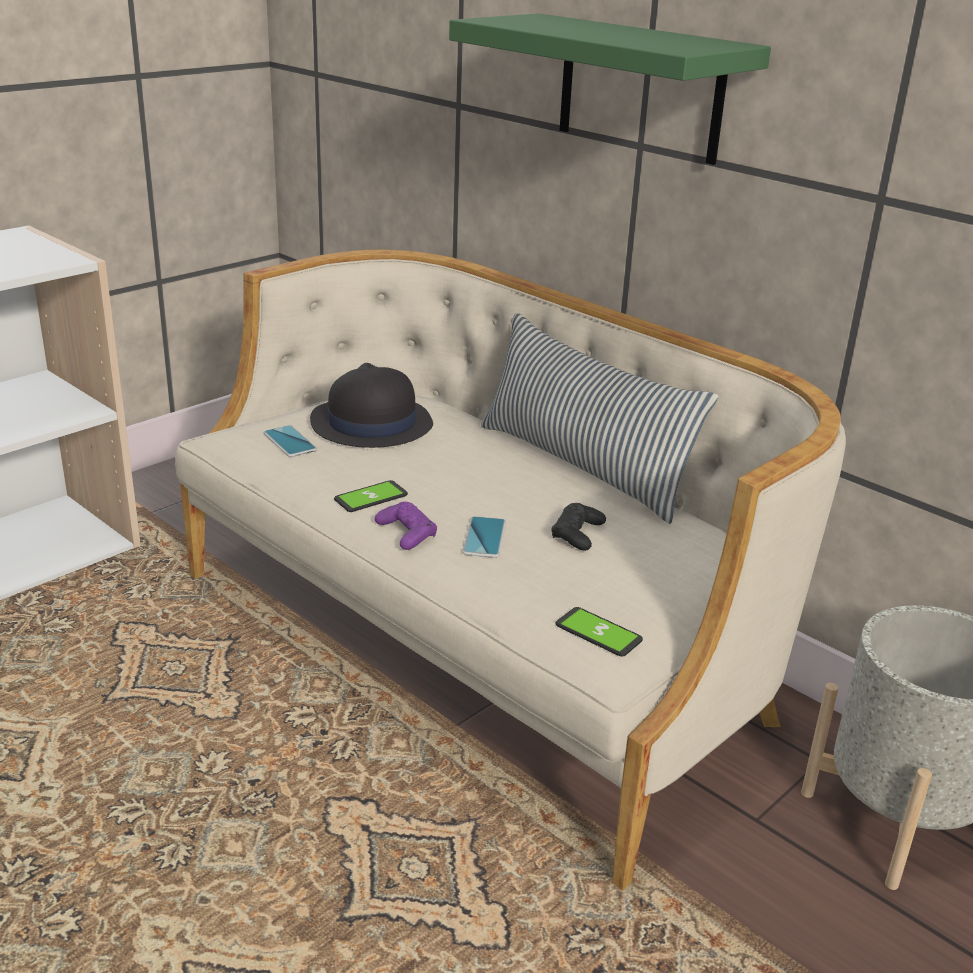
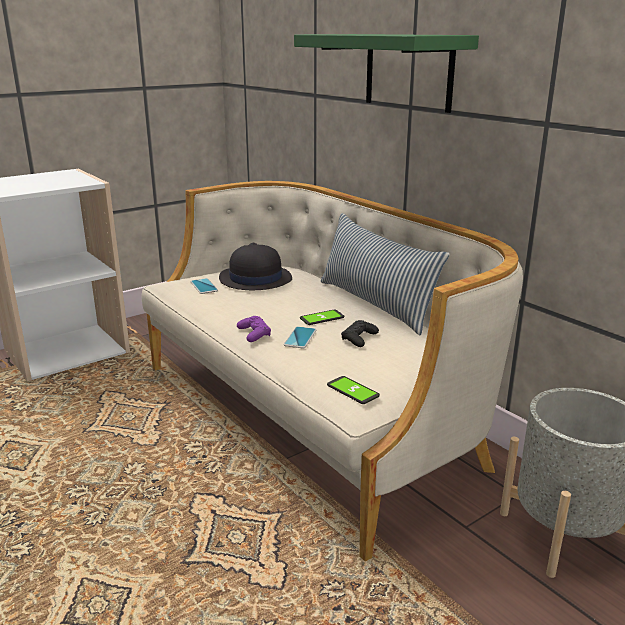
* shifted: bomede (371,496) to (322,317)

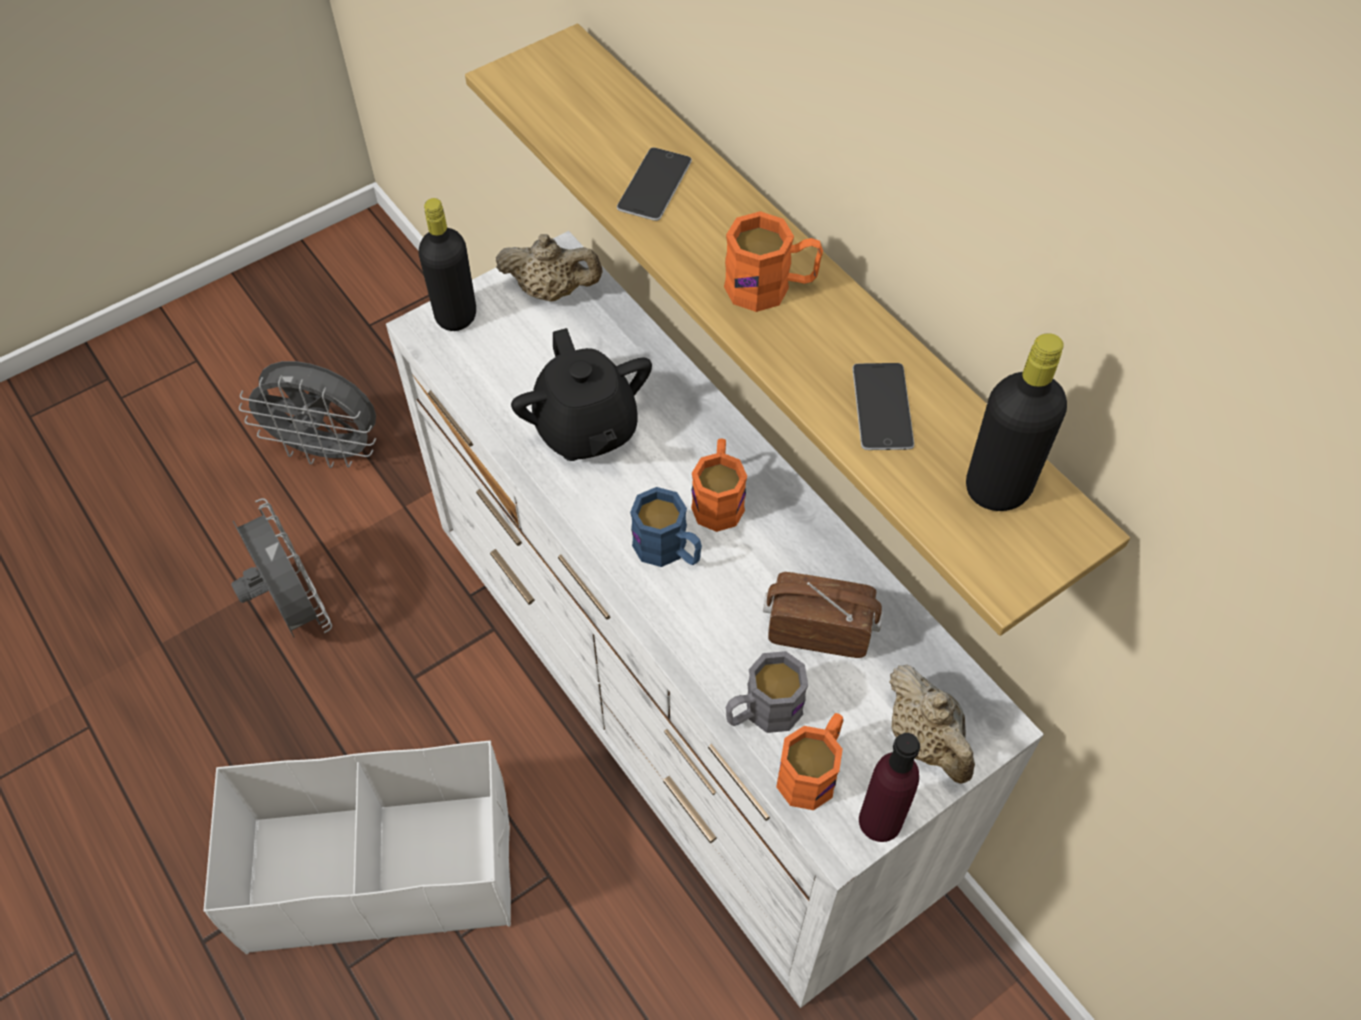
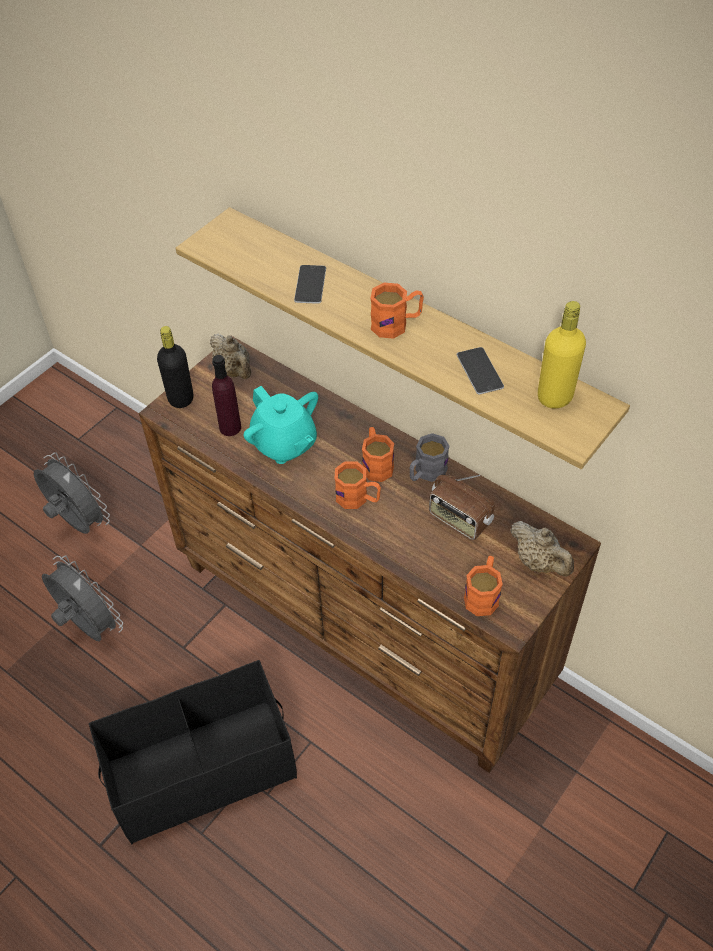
* repainted: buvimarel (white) (357,848) to buvimarel (black) (193,752)
* rotated: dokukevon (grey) (307,414) = (71,493) 135 degrees counterclockwise
* repainted: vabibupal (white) (715,619) to vabibupal (brown) (370,554)
* rotated: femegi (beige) (549,268) = (230,356) 60 degrees clockwise
* repainted: femegi (black) (581,394) to femegi (turquoise) (280,425)
* repainted: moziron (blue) (666,527) to moziron (orange) (358,485)
* shifted: moziron (grey) (766,692) to (429,457)
* rotated: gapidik (823,615) = (462,507) 135 degrees counterclockwise
* shifted: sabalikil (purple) (889,787) to (226,395)
* repainted: sabalikil (black) (1016,422) to sabalikil (yellow) (562,354)

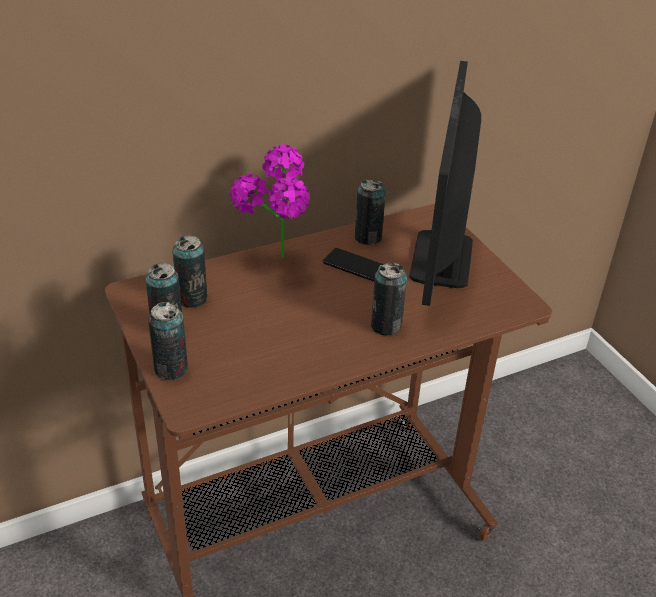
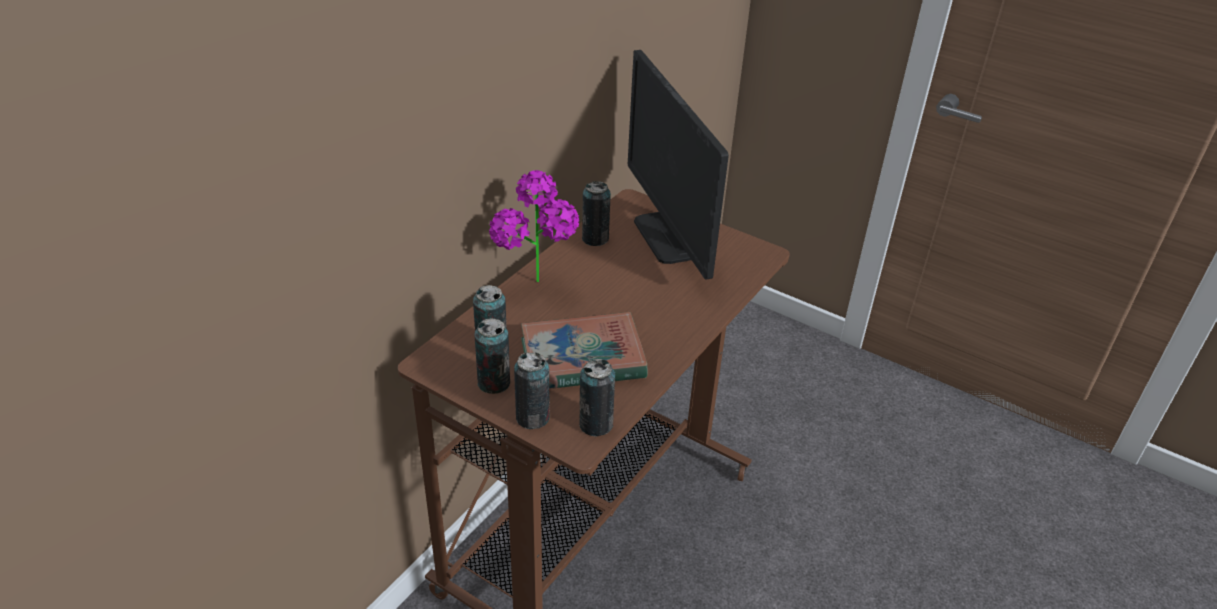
* gone: bomede (352,265)
* shifted: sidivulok (389,299) to (597,398)
* new: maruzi (584,350)

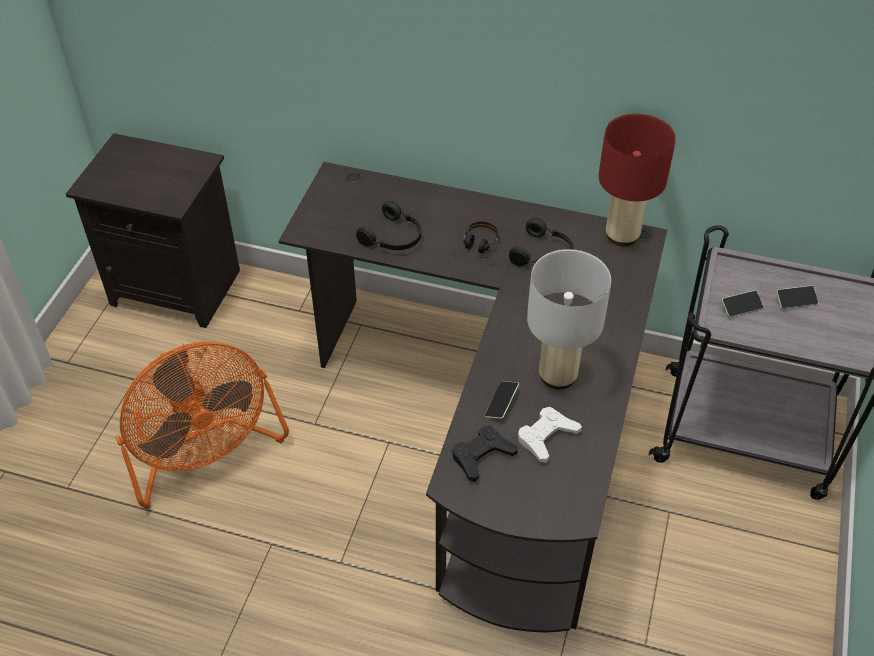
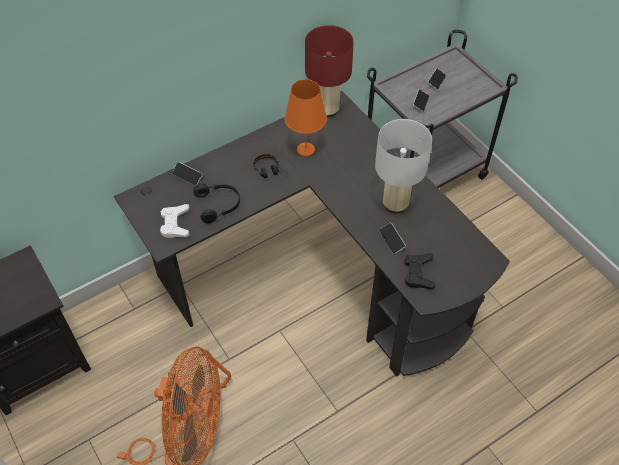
* swapped: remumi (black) (541,242) to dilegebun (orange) (306,118)
* shifted: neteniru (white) (550,435) to (175,221)
* new: bomede (187,174)

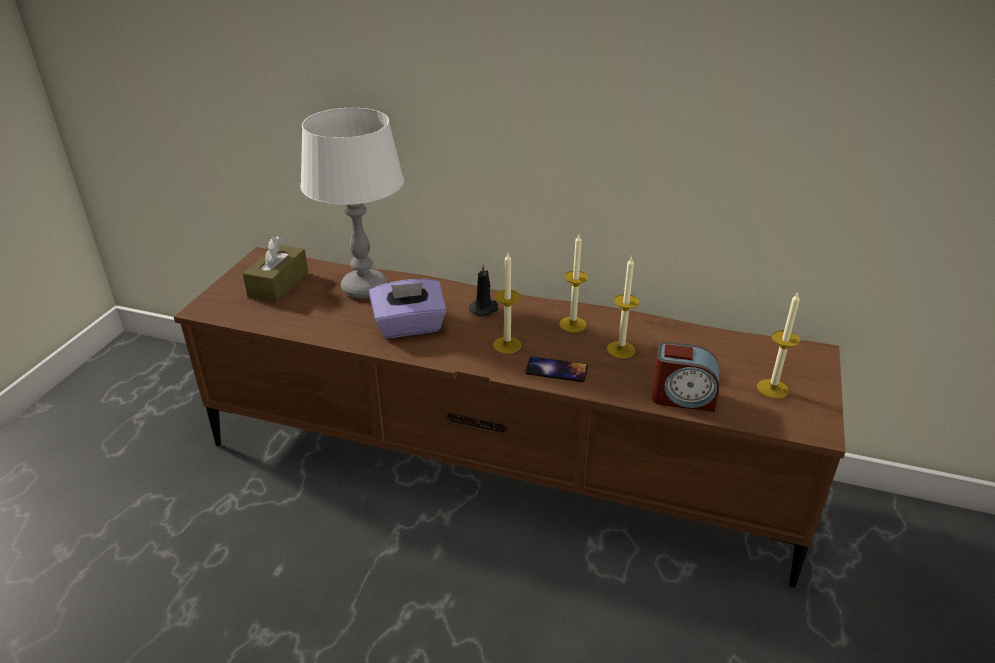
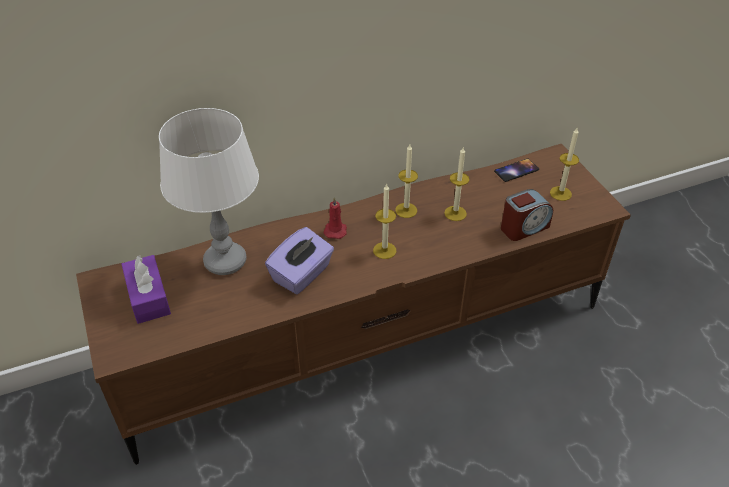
* repainted: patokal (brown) (275,269) to patokal (purple) (146,289)
* repainted: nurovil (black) (483,290) to nurovil (red) (335,218)
* shifted: bomede (556,369) to (516,170)

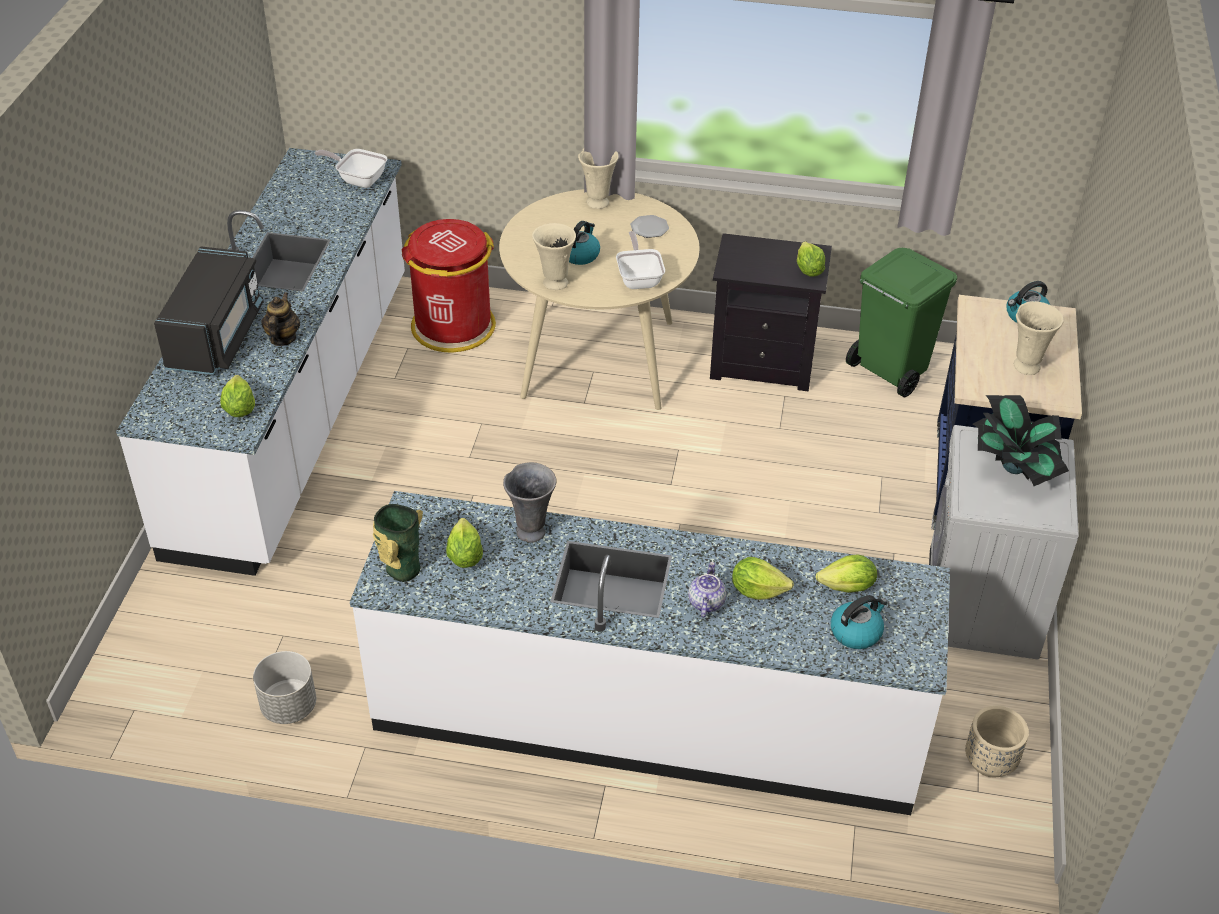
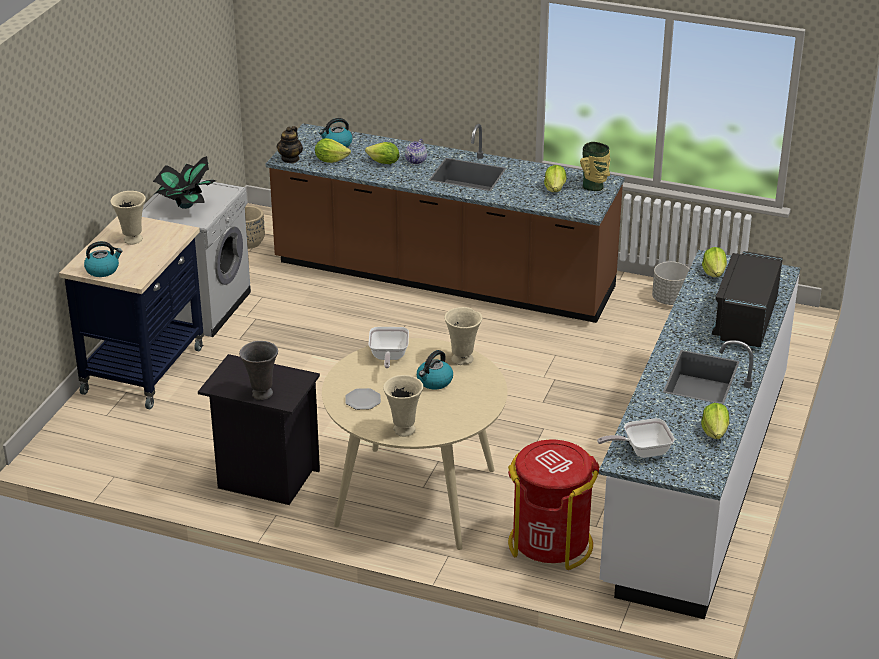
* shifted: femegi (281,319) to (290,144)
* rotated: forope (351,168) = (636,438) 135 degrees clockwise
* repainted: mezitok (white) (650,653) to mezitok (brown) (445,223)
* shifted: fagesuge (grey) (529,502) to (258,370)
* shifted: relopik (811,259) to (715,421)
* gone: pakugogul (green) (901,322)

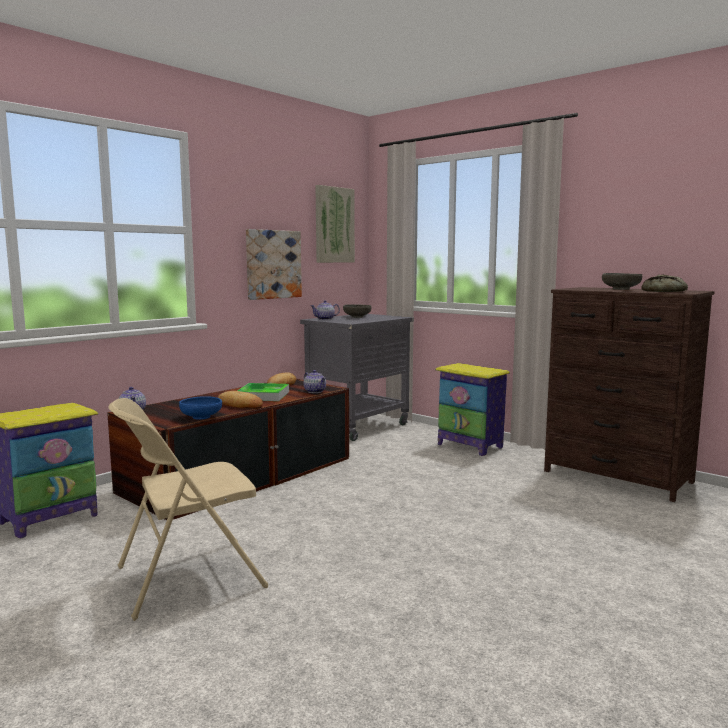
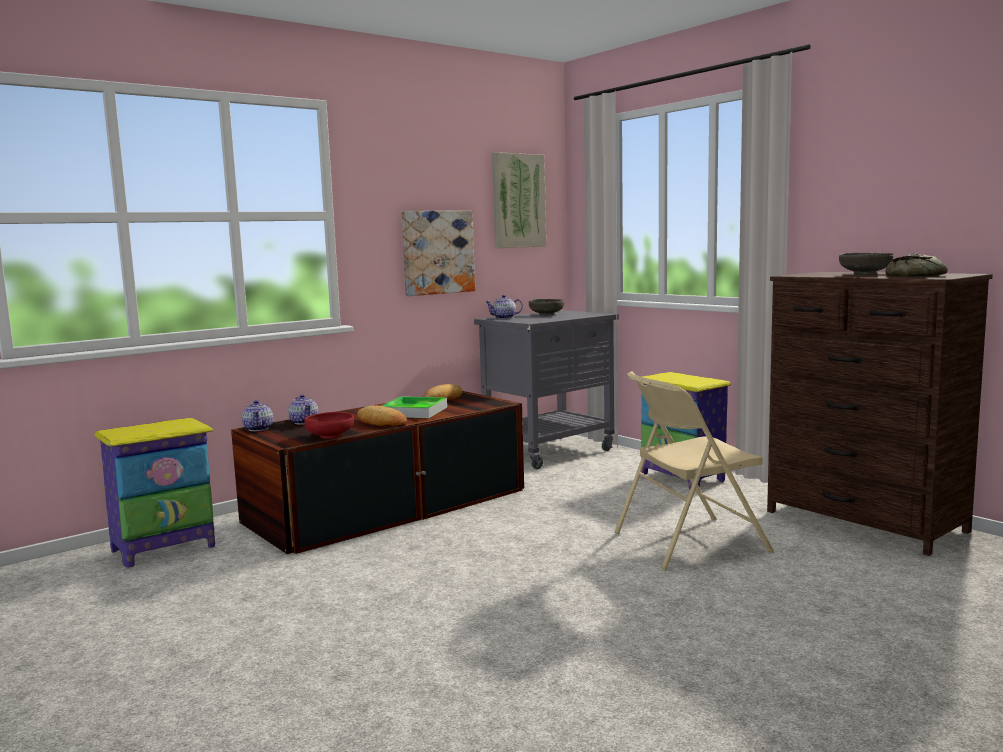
* shifted: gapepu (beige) (188,509) to (694,471)
* repainted: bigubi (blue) (200,408) to bigubi (red) (329,425)
* shifted: femegi (315,381) to (303,409)

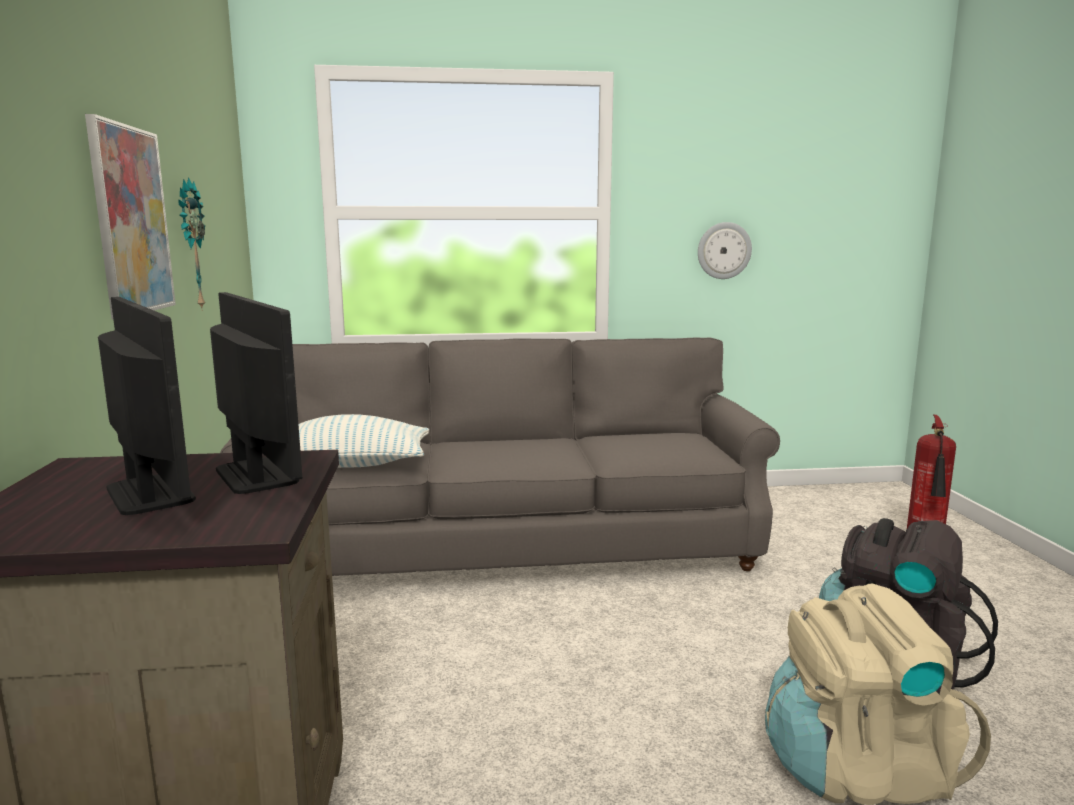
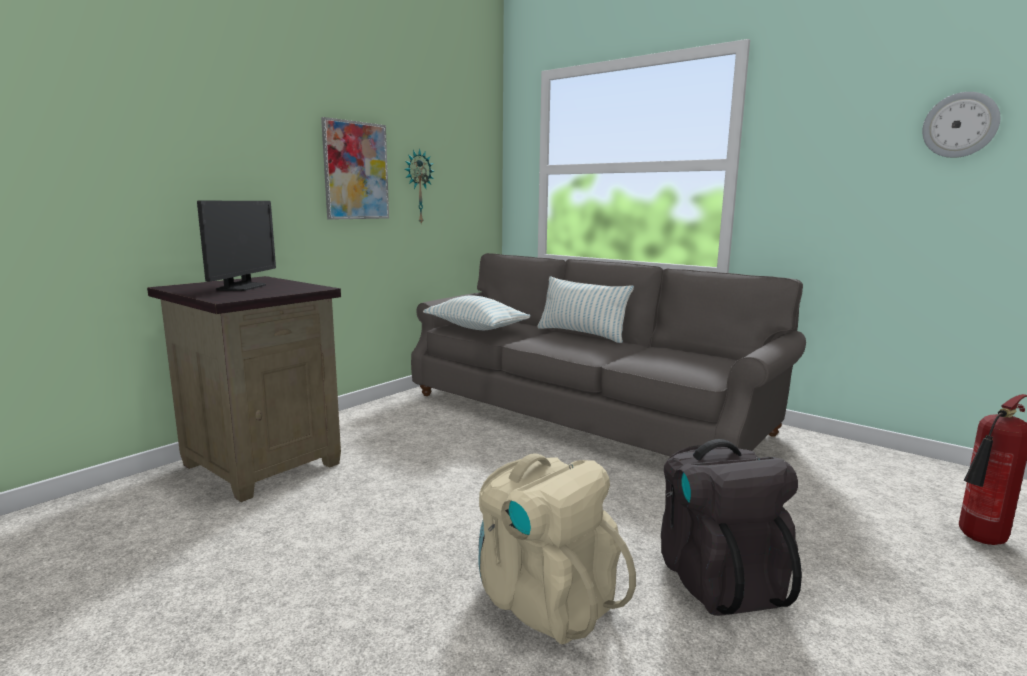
* gone: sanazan (256,393)
* shifted: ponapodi (725,250) to (961,125)
* new: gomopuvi (586,309)

